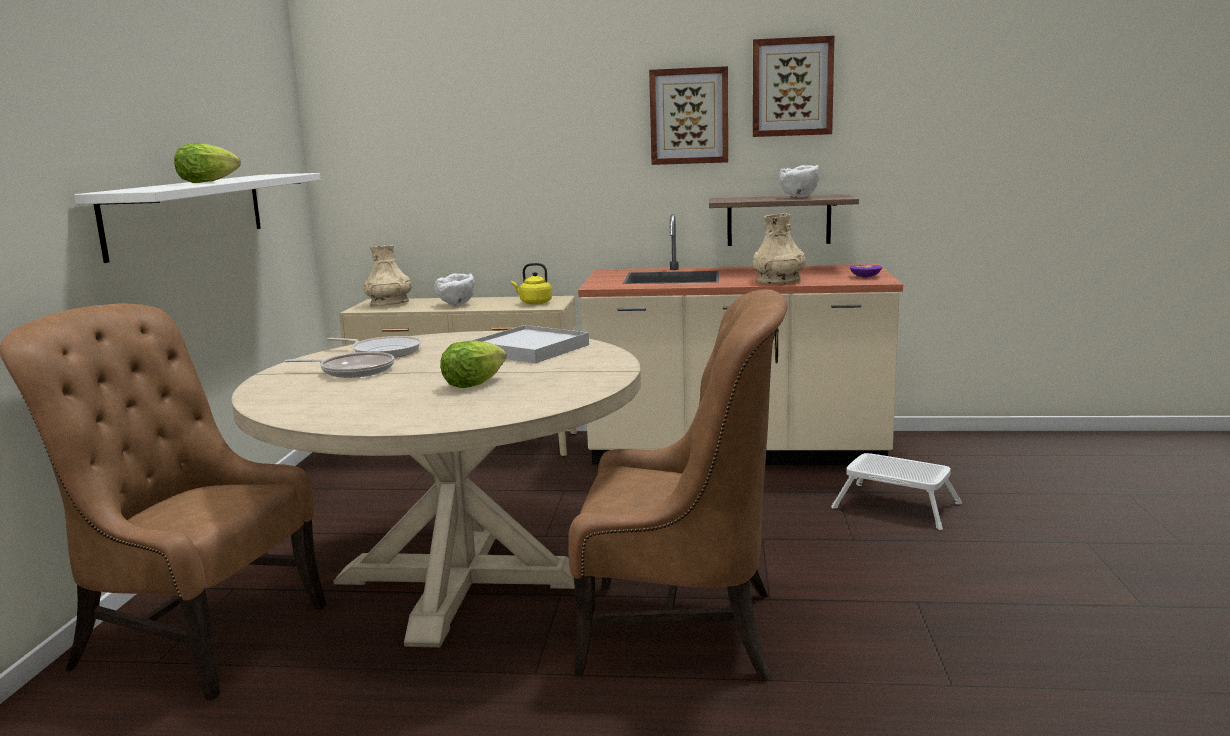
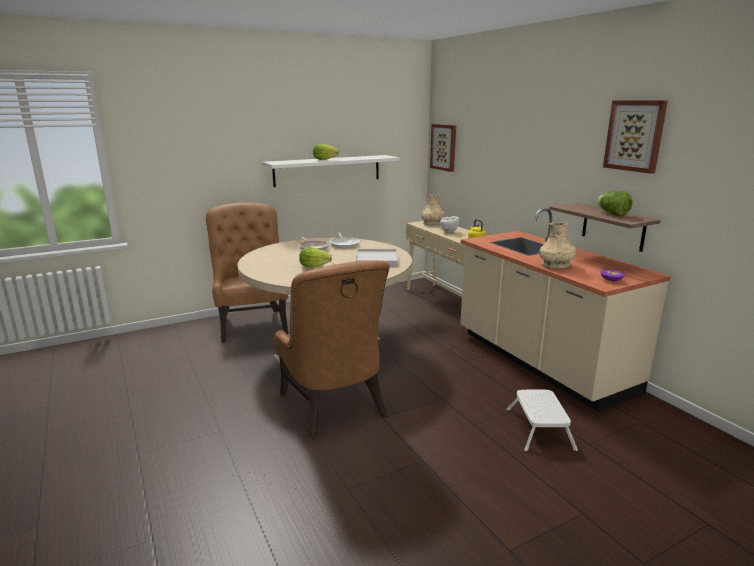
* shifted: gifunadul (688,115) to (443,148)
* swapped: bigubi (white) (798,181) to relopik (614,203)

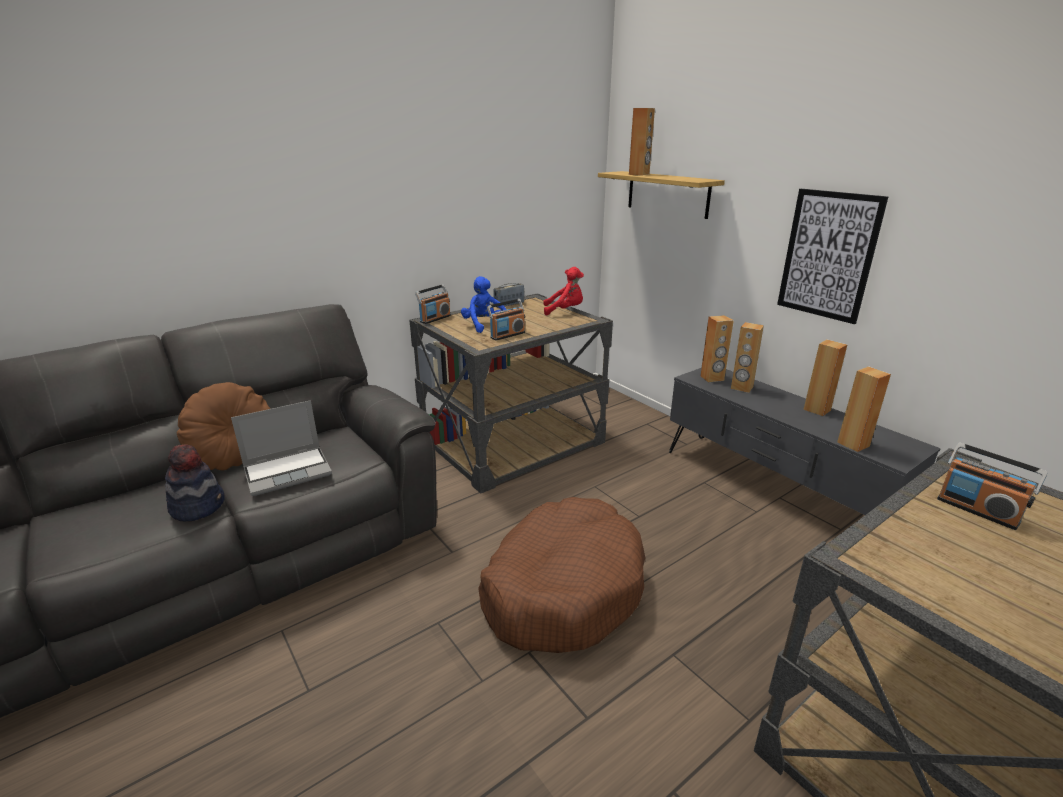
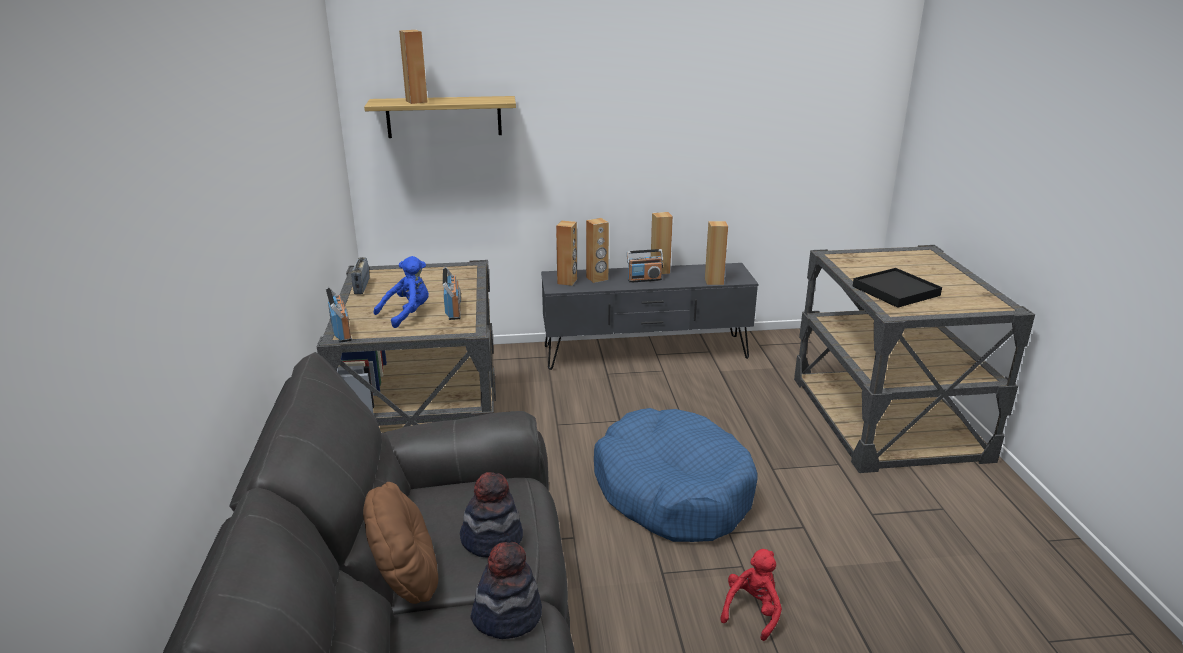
* swapped: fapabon (281,448) to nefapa (491,515)
* rotated: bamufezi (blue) (484,304) = (401,292) 135 degrees clockwise
* repainted: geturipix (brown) (561,575) to geturipix (blue) (676,475)
* shifted: bamufezi (red) (563,291) to (751,595)
* gone: gifunadul (832,256)
* shifted: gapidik (992,486) to (645,266)
* new: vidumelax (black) (897,288)

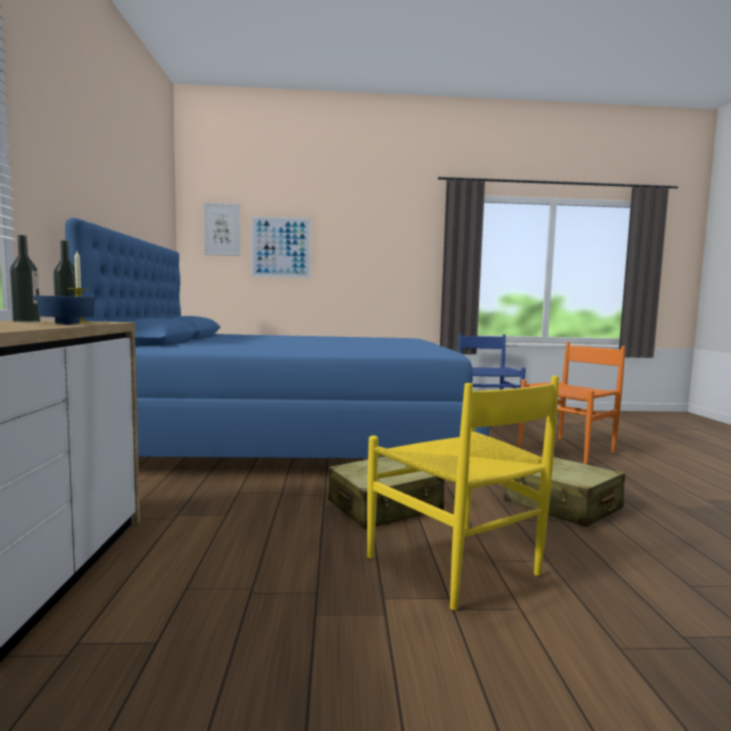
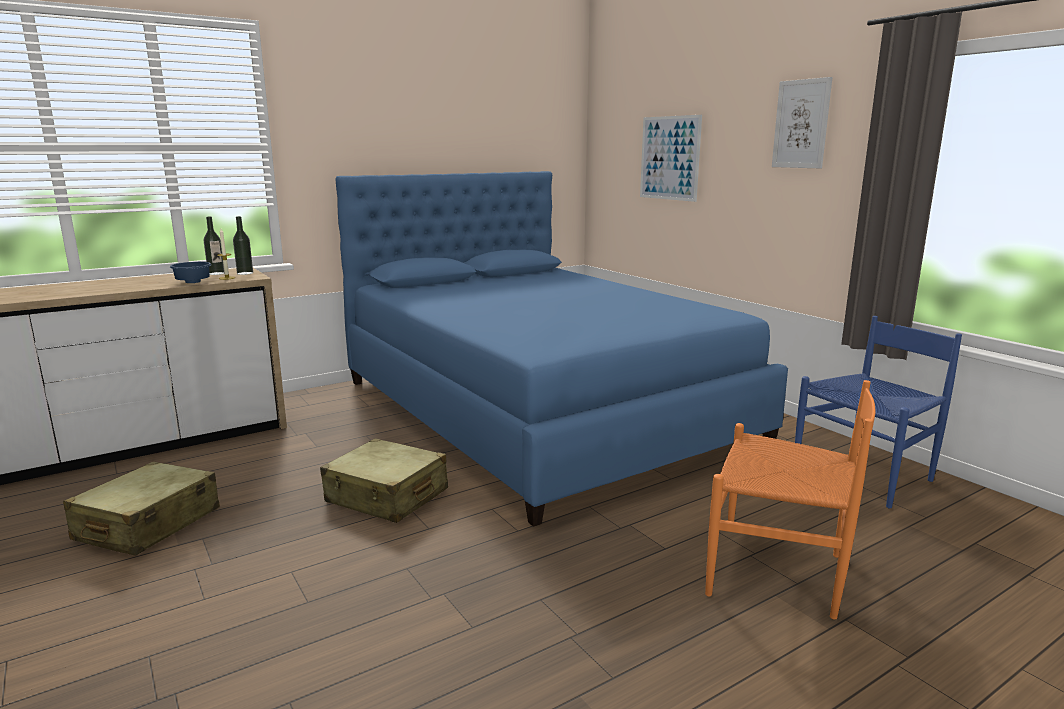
* shifted: gifunadul (221,229) to (802,123)
* gone: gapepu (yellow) (463,493)
* shifted: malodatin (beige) (564,491) to (141,508)

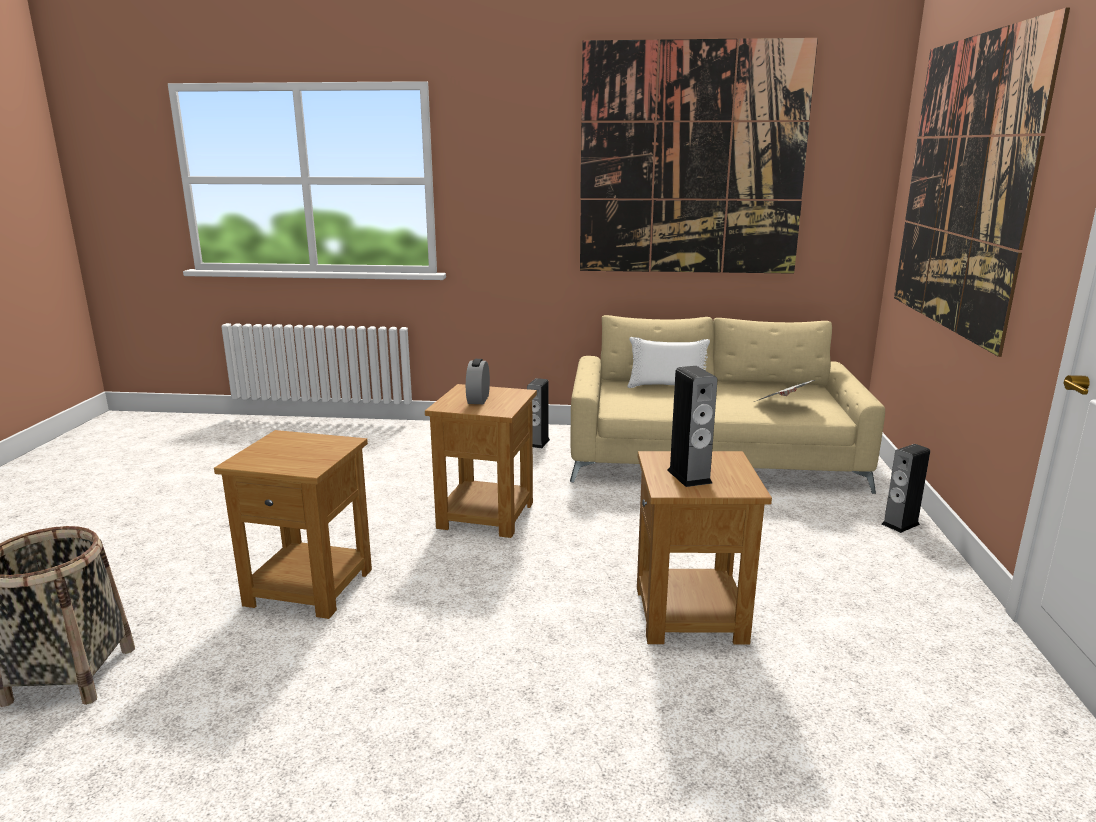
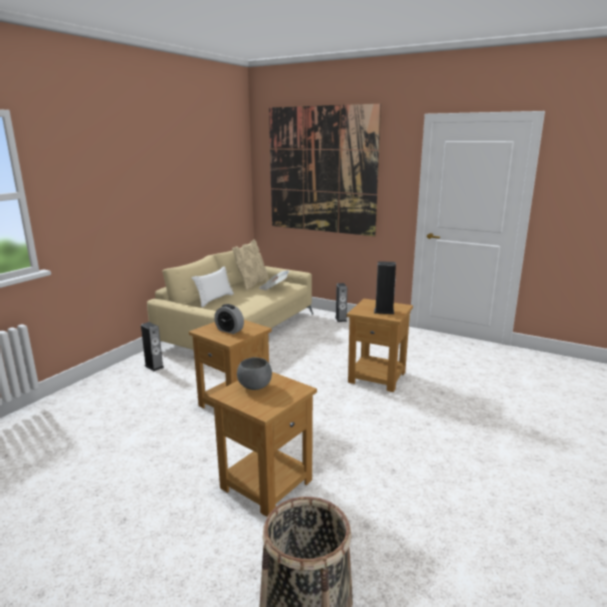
* gone: gifunadul (699,156)
* new: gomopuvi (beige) (250,265)
* new: bigubi (grey) (254,373)

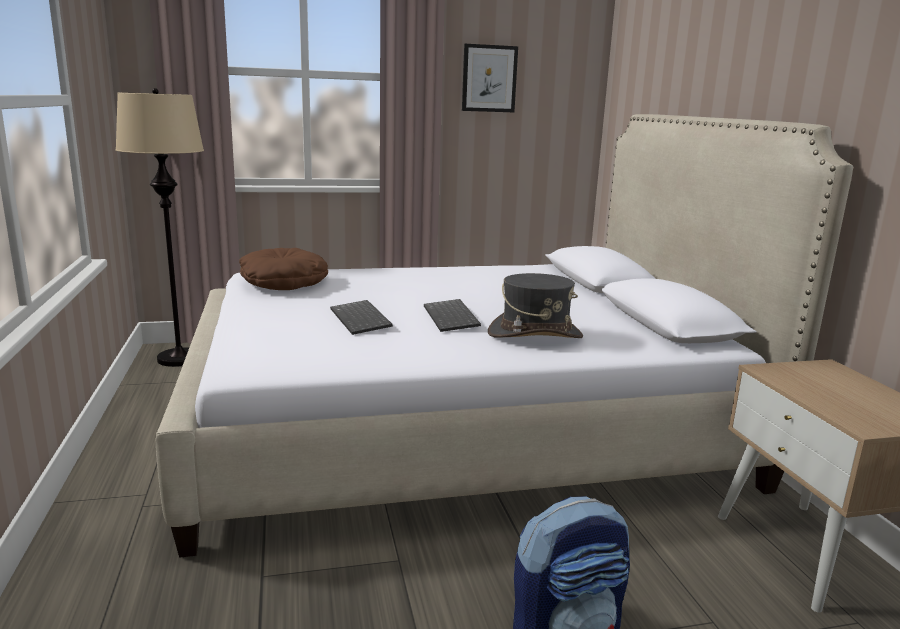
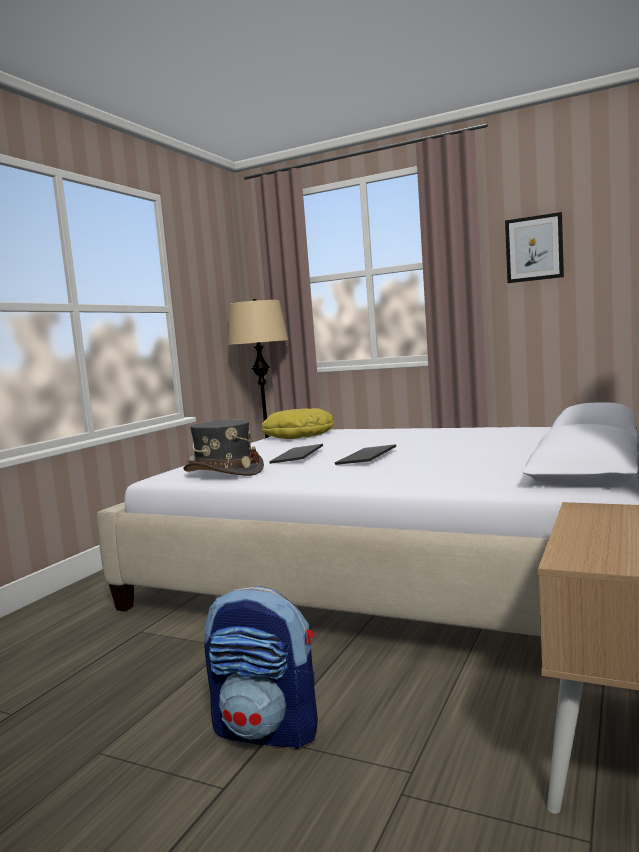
* repainted: gomopuvi (brown) (283,269) to gomopuvi (yellow) (297,423)
* shifted: nefapa (grey) (535,305) to (223,448)

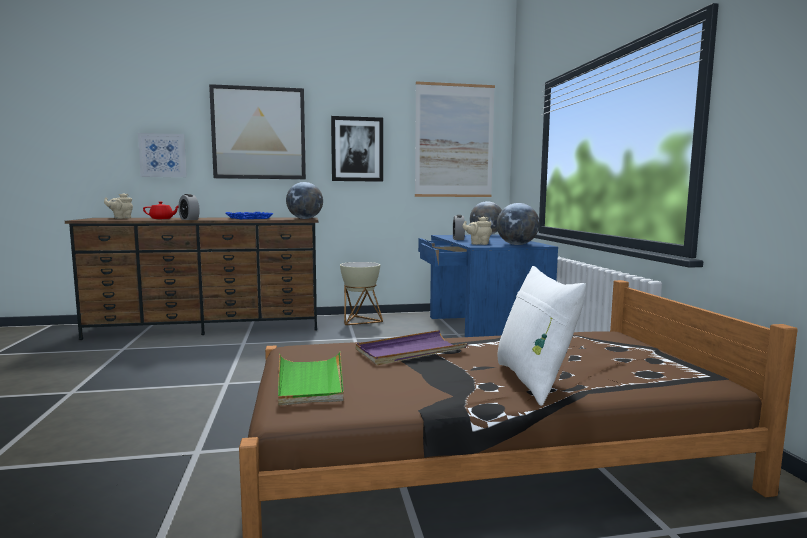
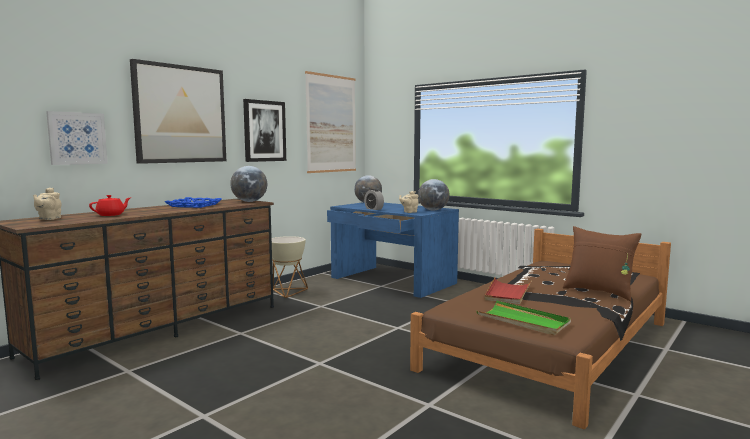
* gone: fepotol (189,207)
* repainted: vidumelax (purple) (412,347) to vidumelax (red) (508,290)
* repainted: gomopuvi (white) (542,336) to gomopuvi (brown) (602,263)

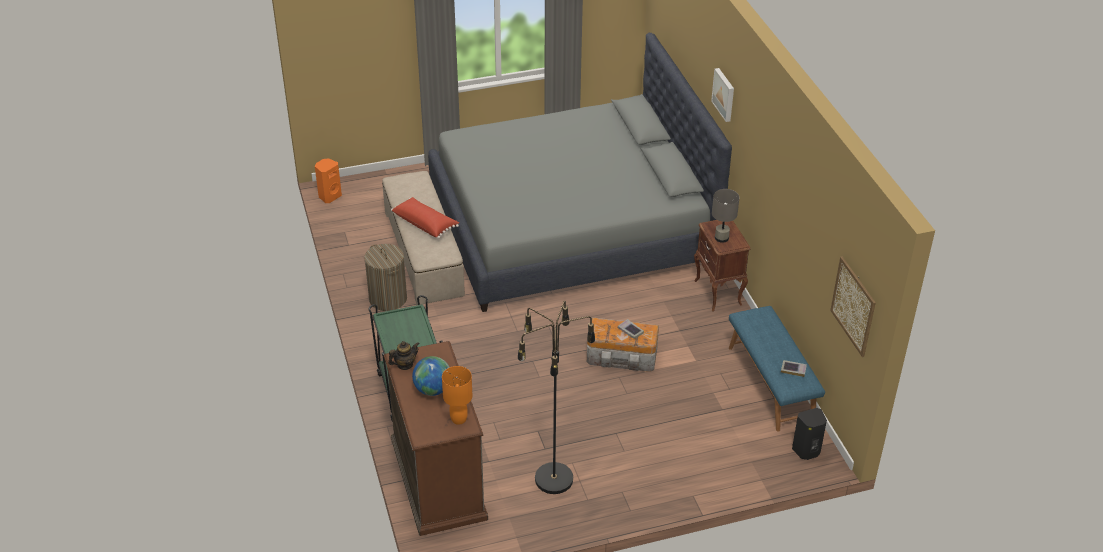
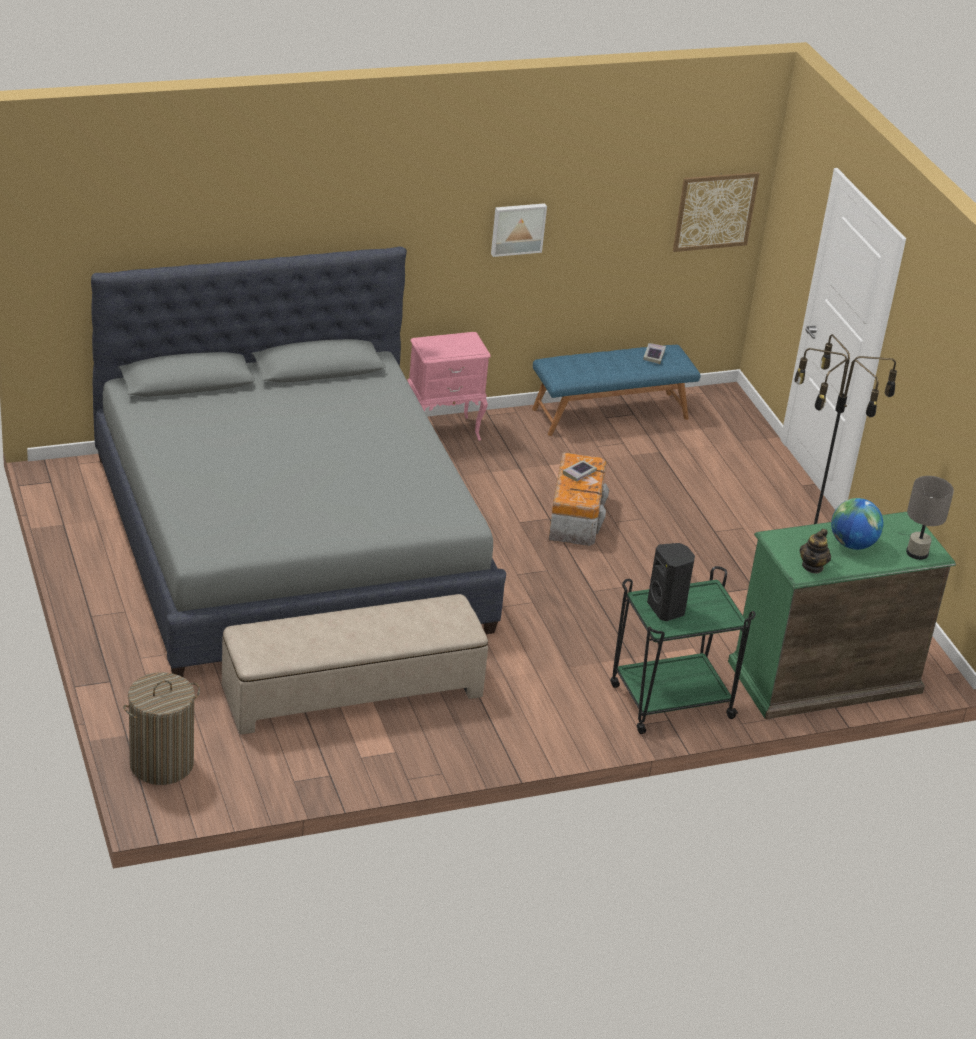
* gone: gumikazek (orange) (328,180)
* shifted: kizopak (385,277) to (161,728)
* repainted: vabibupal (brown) (436,438) to vabibupal (green) (842,615)
* rotated: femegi (404,355) = (815,551) 120 degrees counterclockwise
* gone: gomopuvi (red) (425,218)
* gone: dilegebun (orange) (457,395)
* repainted: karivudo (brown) (722,266) to karivudo (pink) (449,386)
* shifted: gifunadul (722,95) to (519,230)
* shifted: dilegebun (grey) (725,216) to (930,518)
* shifted: gumikazek (black) (809,434) to (671,582)

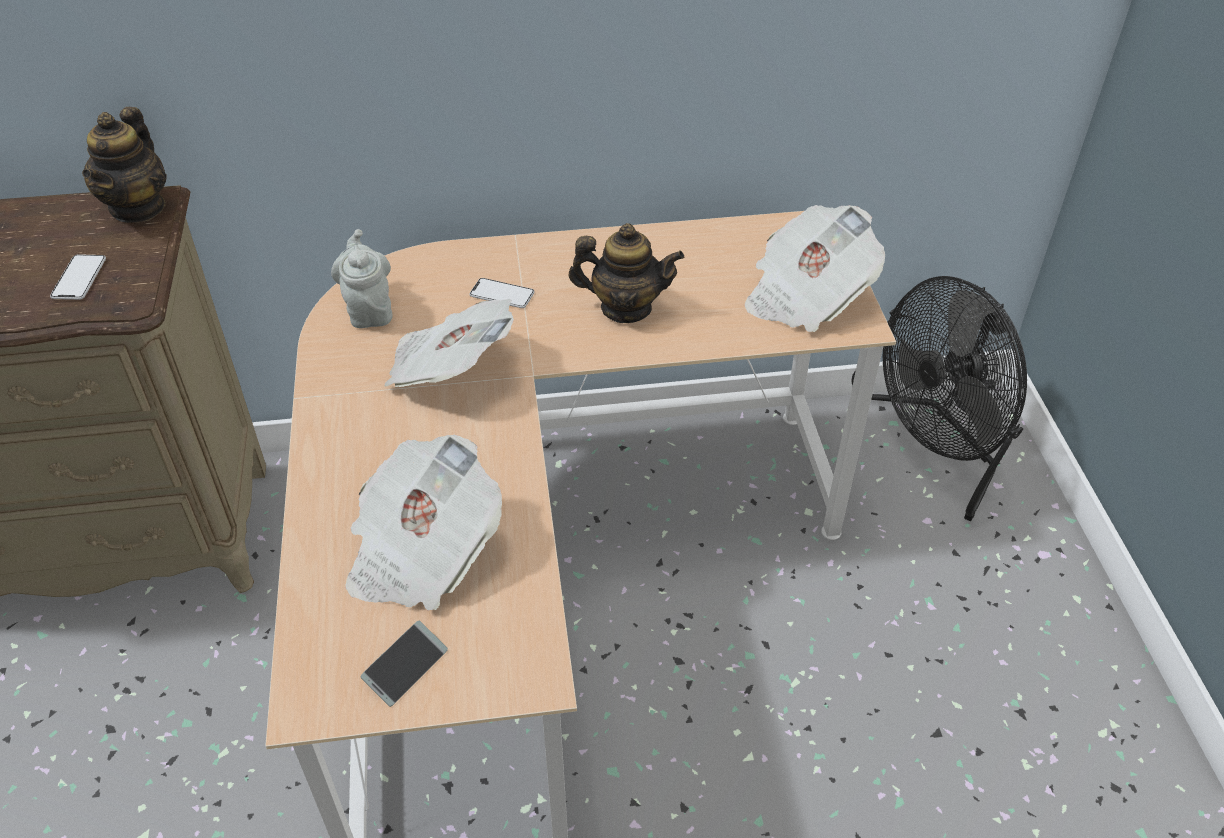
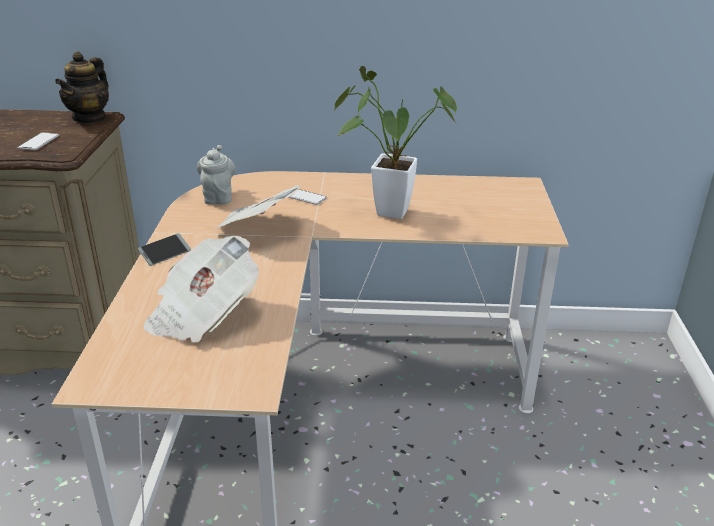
* shifted: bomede (404,664) to (164,249)
* swapped: femegi (626,273) to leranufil (396,142)
* gone: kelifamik (814,268)
* gone: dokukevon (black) (939,398)

